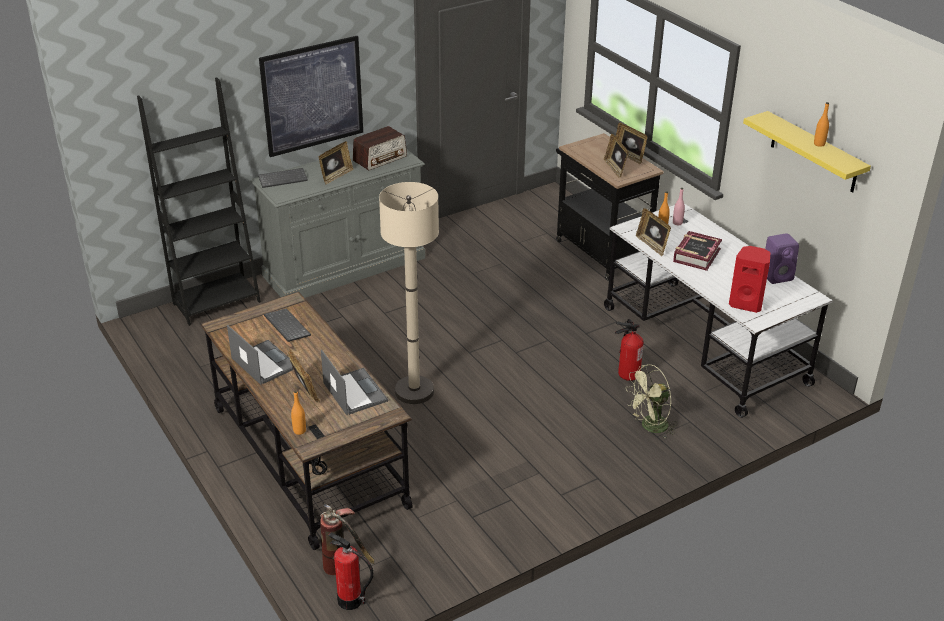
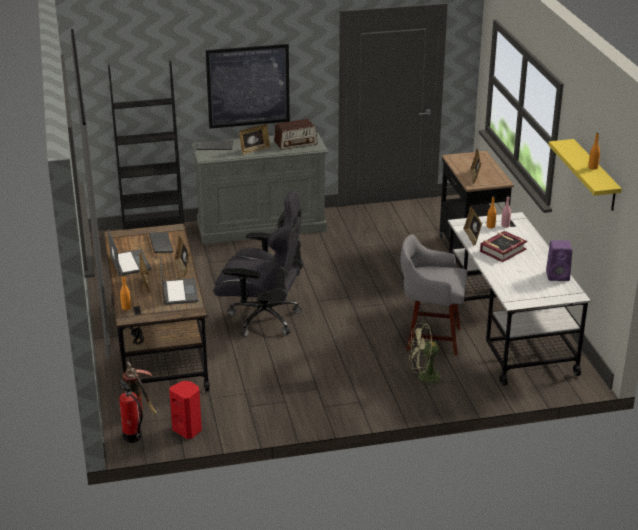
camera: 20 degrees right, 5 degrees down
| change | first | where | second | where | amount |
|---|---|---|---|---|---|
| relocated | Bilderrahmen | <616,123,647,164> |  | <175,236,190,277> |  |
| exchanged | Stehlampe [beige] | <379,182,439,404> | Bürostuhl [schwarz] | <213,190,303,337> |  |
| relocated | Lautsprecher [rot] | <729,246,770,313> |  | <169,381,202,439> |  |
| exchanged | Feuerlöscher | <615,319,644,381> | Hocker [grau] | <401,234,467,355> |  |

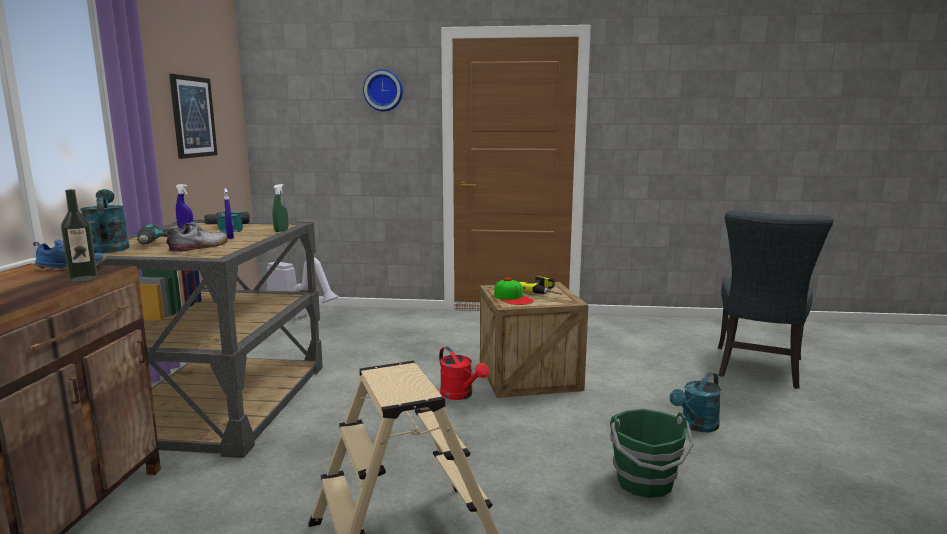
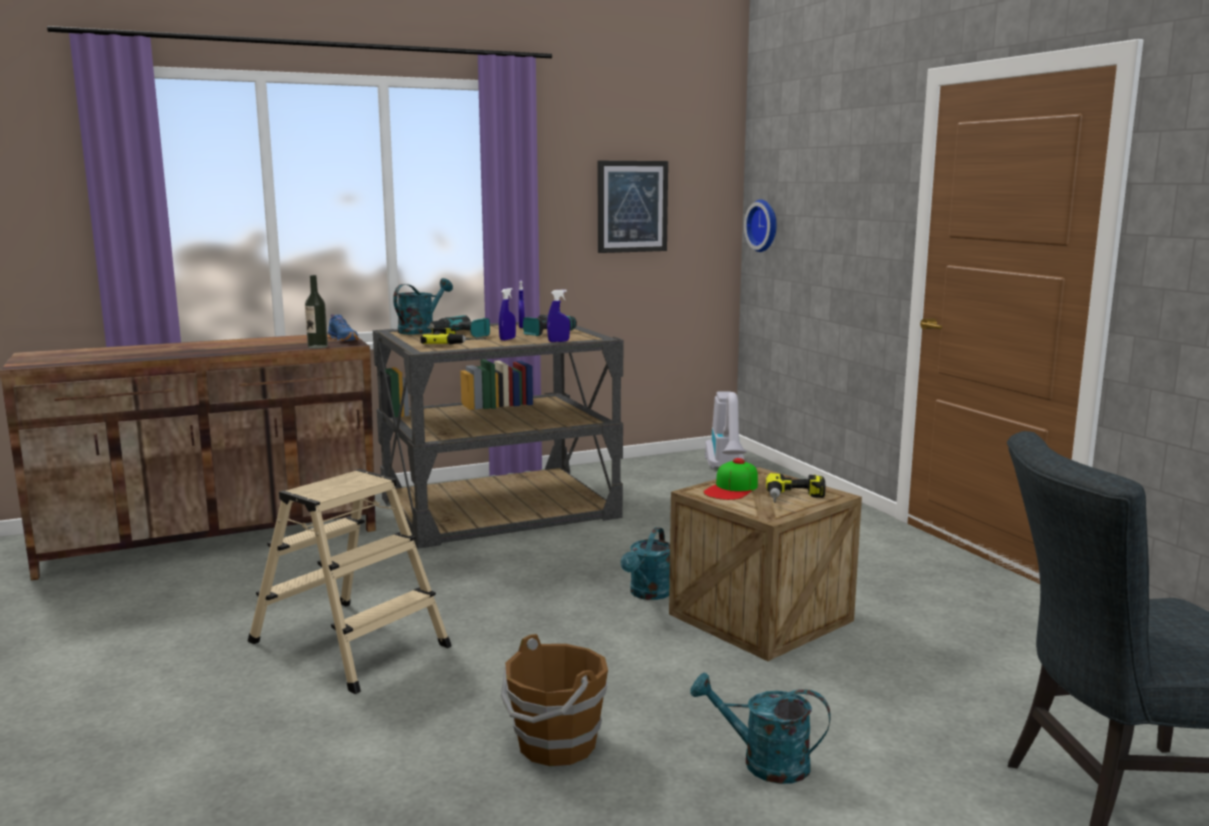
camera: 60 degrees right, 0 degrees up
| change | first | where | second | where | amount |
|---|---|---|---|---|---|
| relocated | Wanduhr | <363,69,403,111> |  | <744,200,777,252> |  |
| colour | Sprühflasche [grün] | <272,184,288,232> | Sprühflasche [blau] | <547,290,570,342> |  |
| exchanged | Schuh | <167,223,228,252> | Bohrmaschine | <420,328,486,345> |  |
| colour | Gießkanne [rot] | <439,347,489,400> | Gießkanne [türkis] | <621,527,670,600> |  |
| colour | Eimer [grün] | <610,409,694,498> | Eimer [braun] | <501,634,608,766> |  |

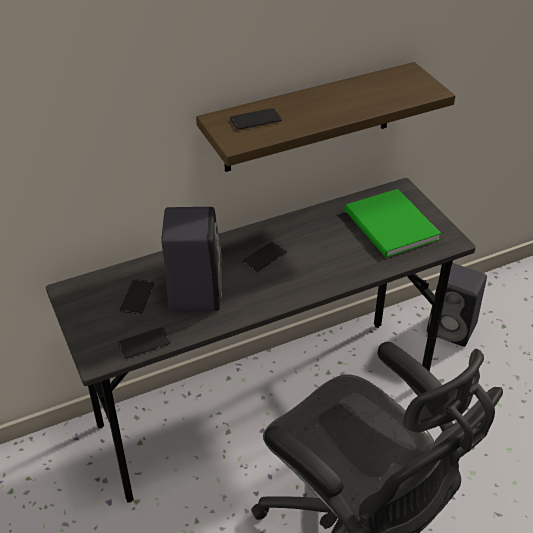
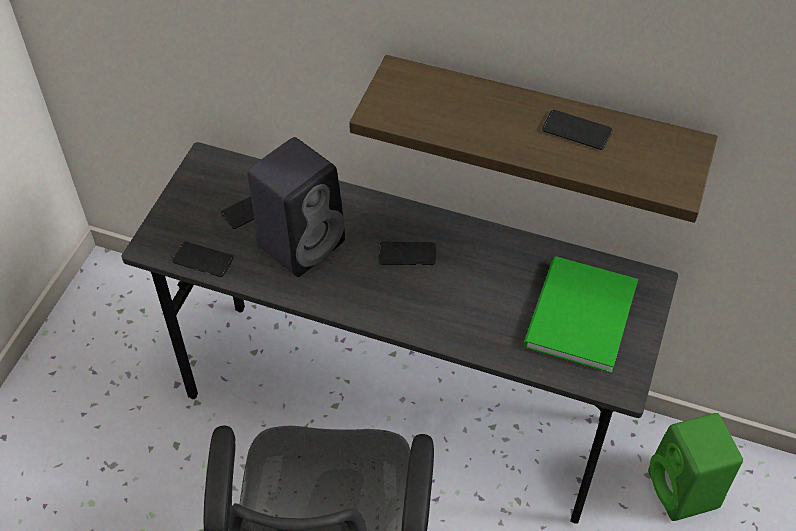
camera: 45 degrees right, 10 degrees up
| change | first | where | second | where | amount |
|---|---|---|---|---|---|
| relocated | Handy | <230,108,282,130> |  | <542,110,613,150> |  |
| colour | Lautsprecher [schwarz] | <427,263,487,347> | Lautsprecher [grün] | <648,413,743,521> |  |

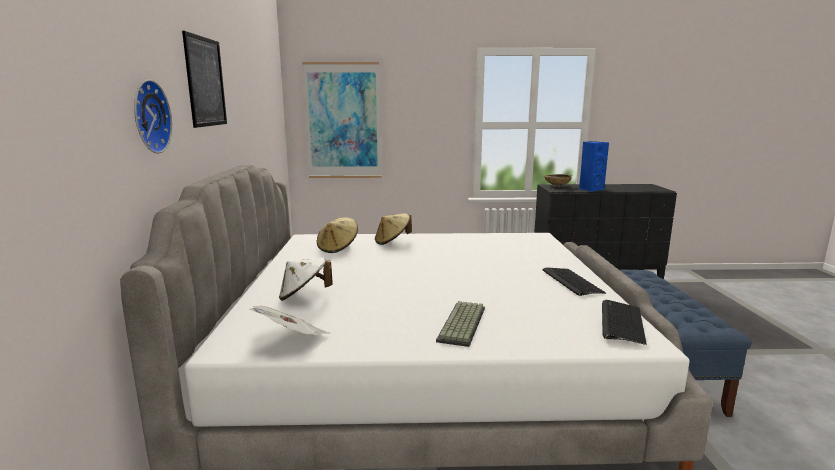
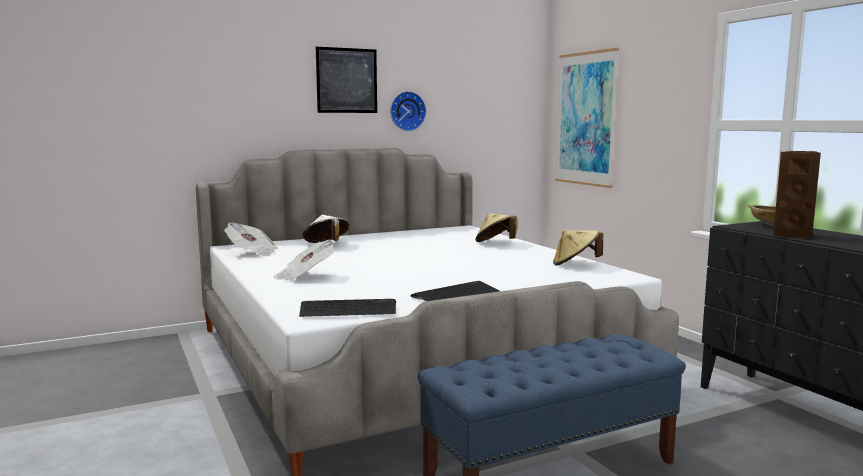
camera: 65 degrees right, 5 degrees down
| change | first | where | second | where | amount |
|---|---|---|---|---|---|
| relocated | Wanduhr | <134,79,172,153> |  | <390,91,426,131> |  |
| colour | Lautsprecher [blau] | <579,141,609,192> | Lautsprecher [braun] | <773,151,821,239> |  |
| relocated | Hut [beige] | <317,218,358,253> |  | <553,230,603,266> |  |
| exchanged | Tastatur | <436,301,485,347> | Zeitung | <274,240,335,280> |  |

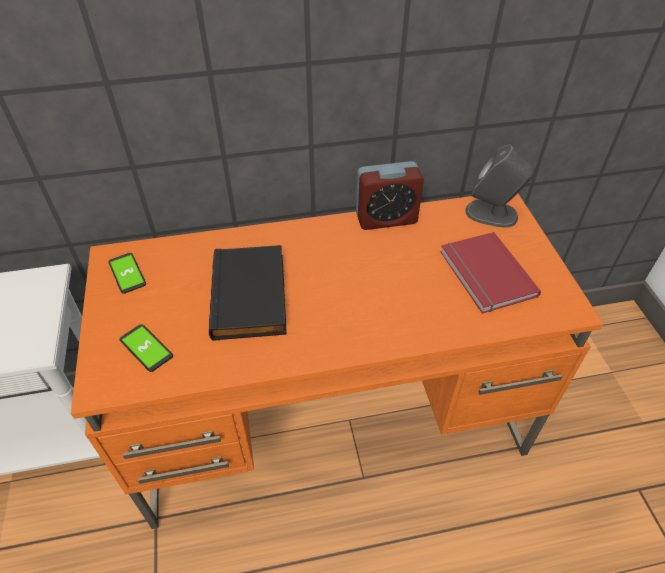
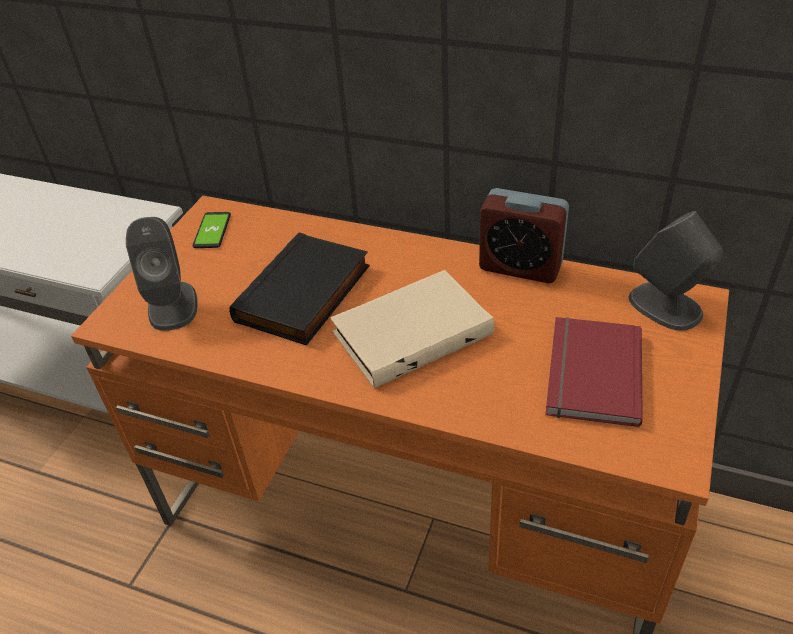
camera: 35 degrees right, 5 degrees down
| change | first | where | second | where | amount |
|---|---|---|---|---|---|
| exchanged | Handy | <120,324,173,372> | Lautsprecher [grau] | <126,217,198,331> |  |
| appeared |  |  | Buch [beige] | <330,270,494,388> |  |

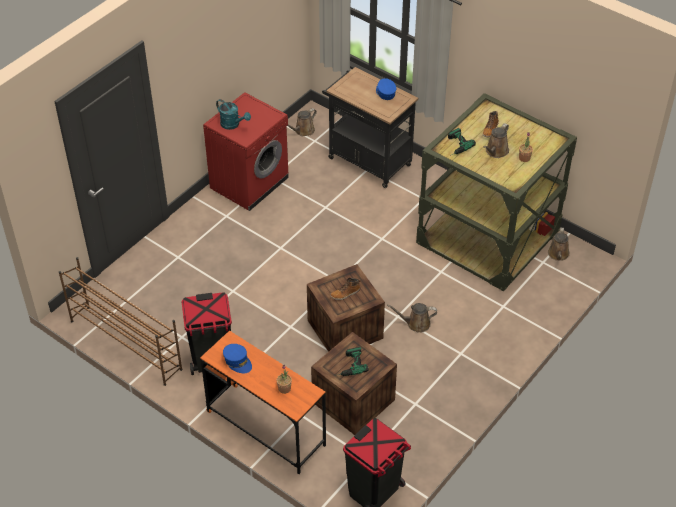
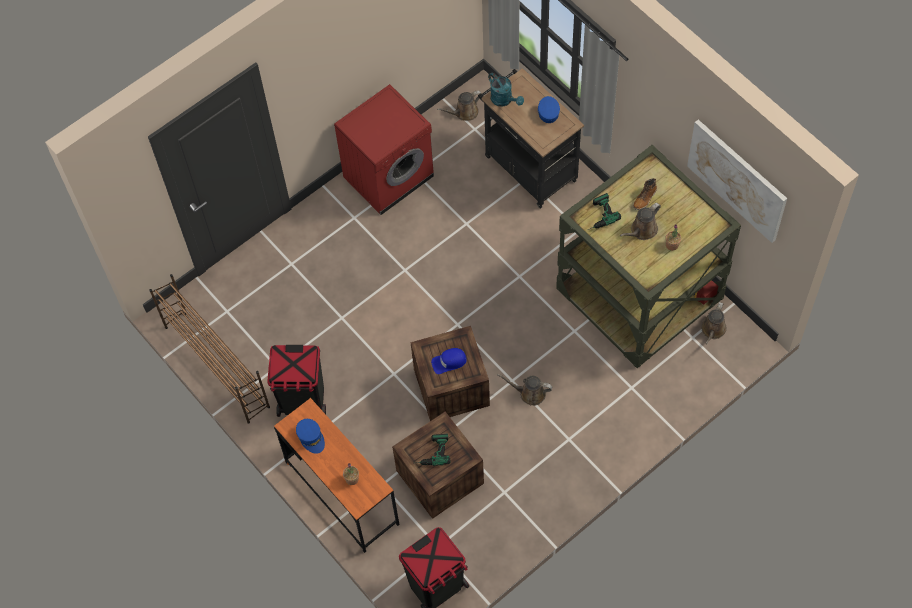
camera: 15 degrees right, 15 degrees up
| change | first | where | second | where | amount |
|---|---|---|---|---|---|
| relocated | Gießkanne [türkis] | <216,99,251,130> |  | <488,72,524,107> |  |
| exchanged | Stiefel | <330,278,360,300> | Kappe [blau] | <431,348,467,374> |  |
| appeared |  |  | Bild | <687,120,787,243> |  |

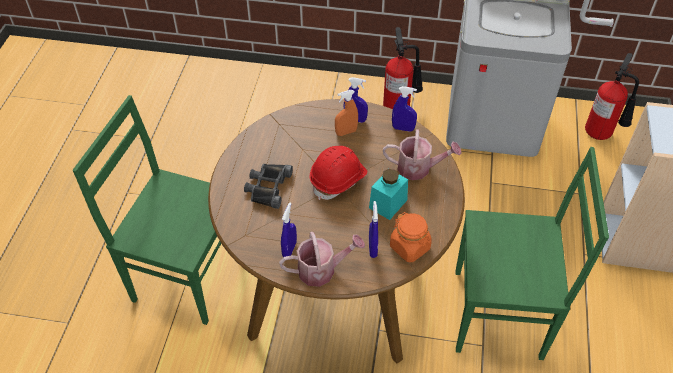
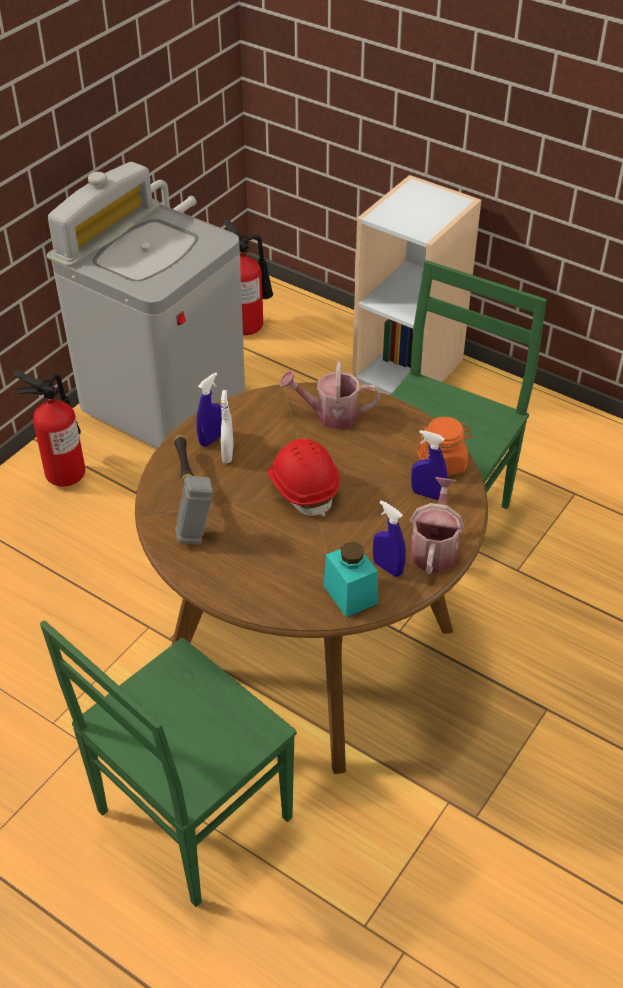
camera: 65 degrees left, 5 degrees down
| change | first | where | second | where | amount |
|---|---|---|---|---|---|
| missing | Sprühflasche [blau] | <392,86,417,132> |  |  |  |
| colour | Sprühflasche [orange] | <335,90,358,136> | Sprühflasche [weiß] | <221,390,233,463> |  |
| spun | Gießkanne | <383,129,462,180> |  | <279,361,381,429> | 120 degrees counterclockwise |
| missing | Fernglas [schwarz] | <244,164,293,209> |  |  |  |
| relocated | Vorratsglas [türkis] | <369,169,408,220> |  | <323,542,378,617> |  |
| appeared |  |  | Hammer | <174,435,213,544> |  |

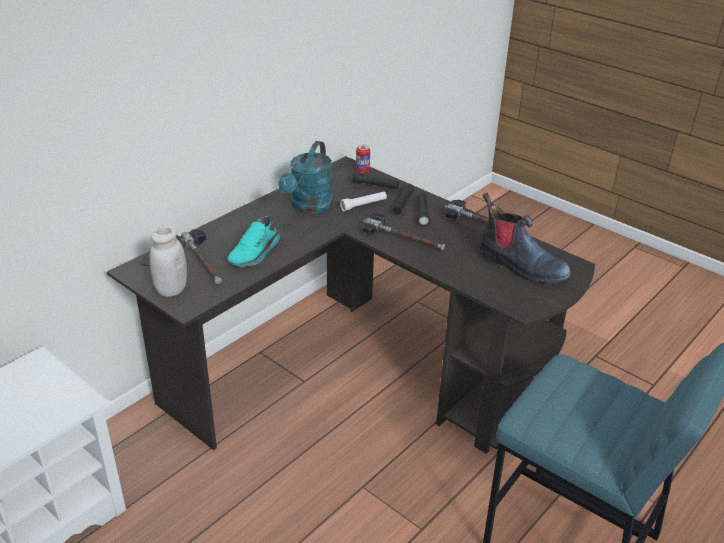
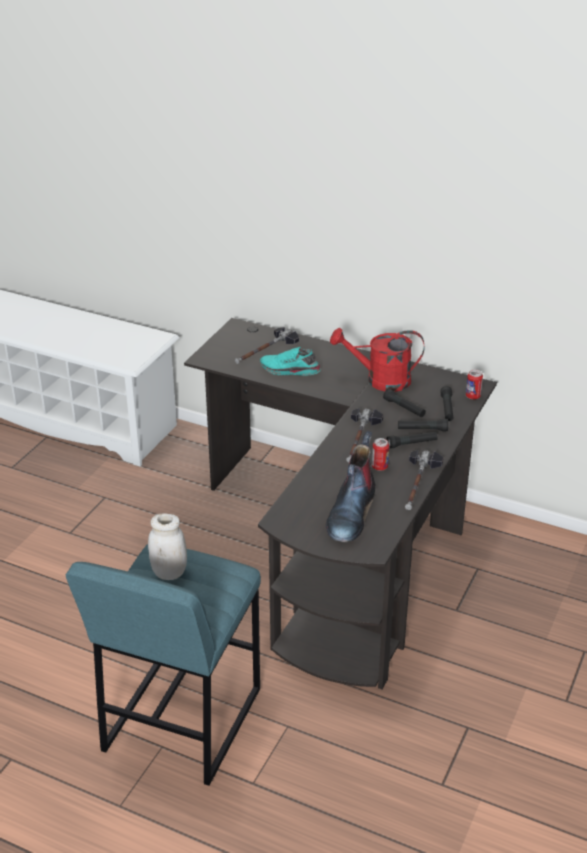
camera: 75 degrees right, 0 degrees up
| change | first | where | second | where | amount |
|---|---|---|---|---|---|
| colour | Gießkanne [türkis] | <278,141,333,214> | Gießkanne [rot] | <330,328,424,392> |  |
| colour | Taschenlampe [weiß] | <340,191,387,211> | Taschenlampe [schwarz] | <383,389,426,417> |  |
| relocated | Vorratsglas [weiß] | <149,225,187,297> |  | <148,513,187,580> |  |
| appeared |  |  | Dose | <372,438,389,471> |  |

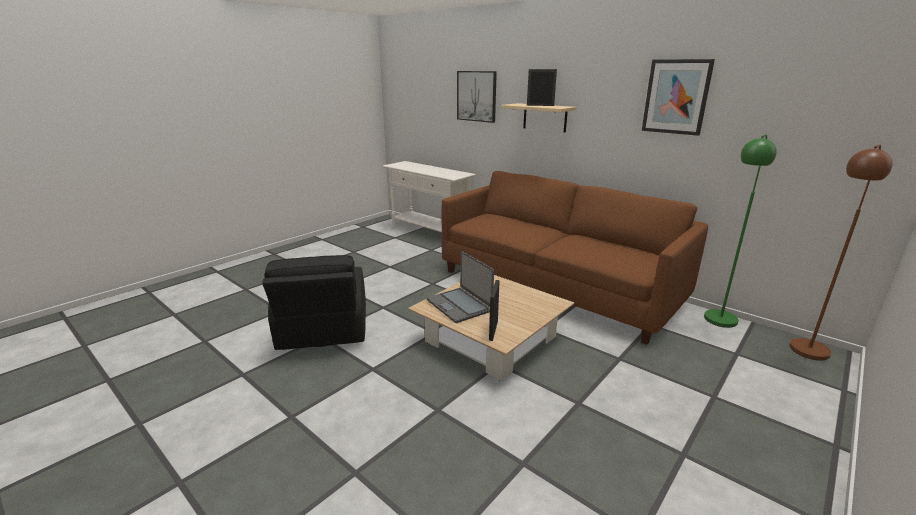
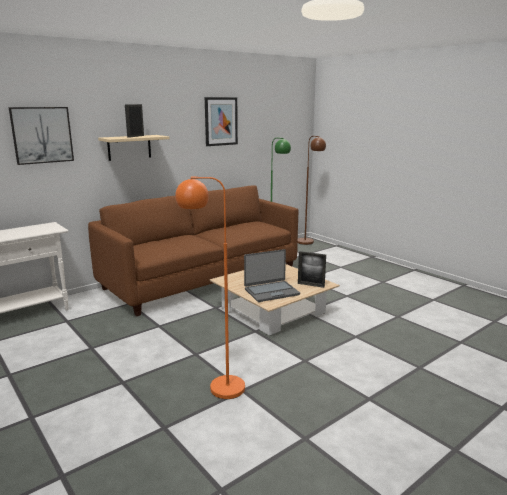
camera: 80 degrees left, 5 degrees down
| change | first | where | second | where | amount |
|---|---|---|---|---|---|
| exchanged | Sessel [schwarz] | <262,255,366,350> | Stehlampe [orange] | <175,177,245,399> |  |

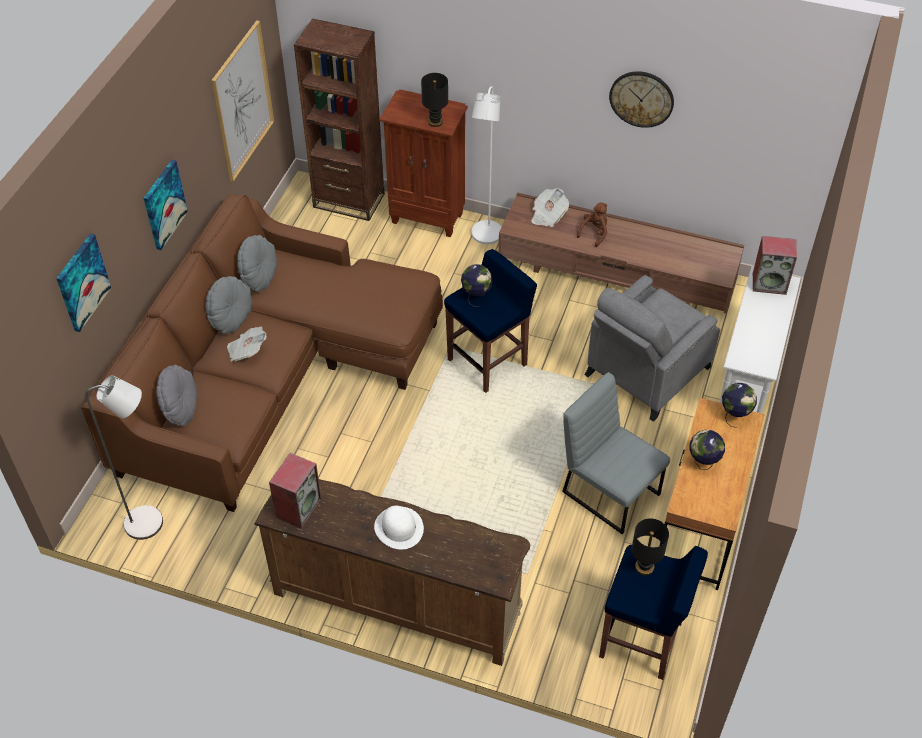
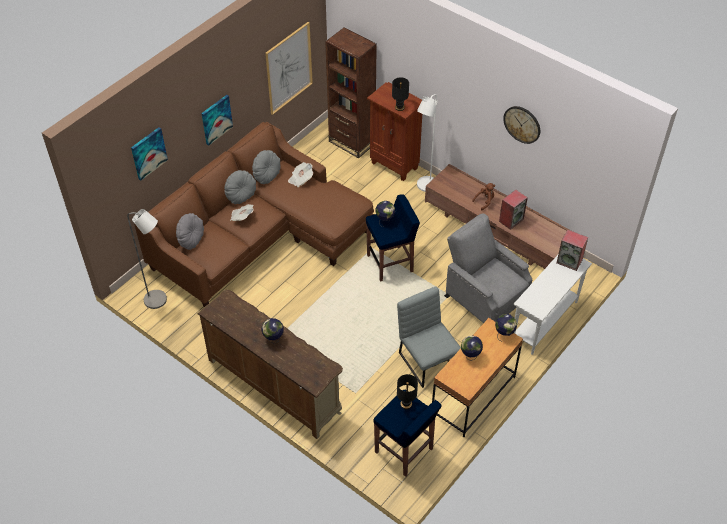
camera: 20 degrees right, 0 degrees up
| change | first | where | second | where | amount |
|---|---|---|---|---|---|
| relocated | Zeitung | <531,188,569,227> |  | <288,162,313,187> |  |
| spun | Sessel [grau] | <584,275,720,422> |  | <444,214,532,323> | 75 degrees clockwise |
| relocated | Lautsprecher | <269,453,322,529> |  | <499,190,528,230> |  |
| exchanged | Hut [weiß] | <374,506,424,549> | Globus | <262,318,284,343> |  |

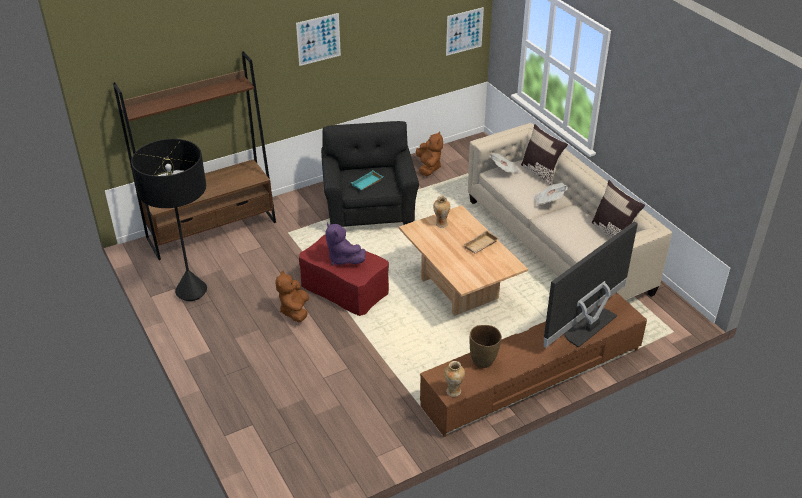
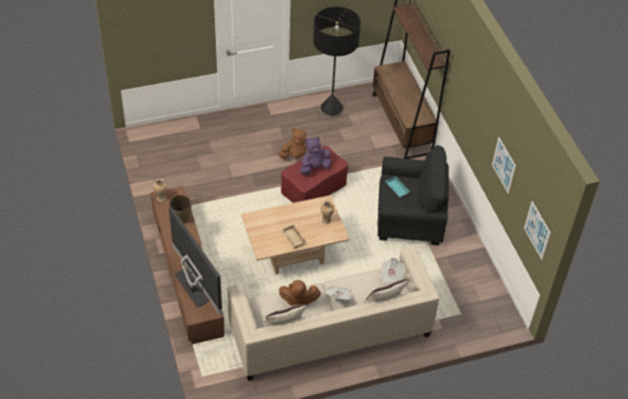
camera: 100 degrees right, 10 degrees up
| change | first | where | second | where | amount |
|---|---|---|---|---|---|
| relocated | Bild | <296,13,341,66> |  | <492,137,516,194> |  |
| relocated | Plüschtier [braun] | <416,131,443,176> |  | <279,280,321,306> |  |

